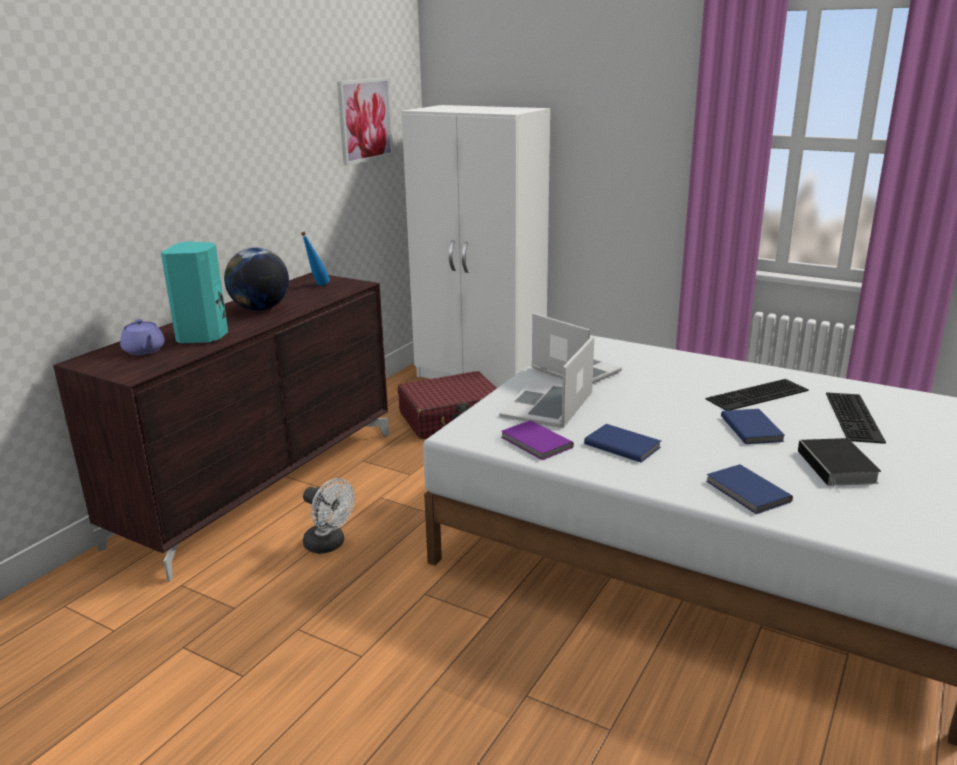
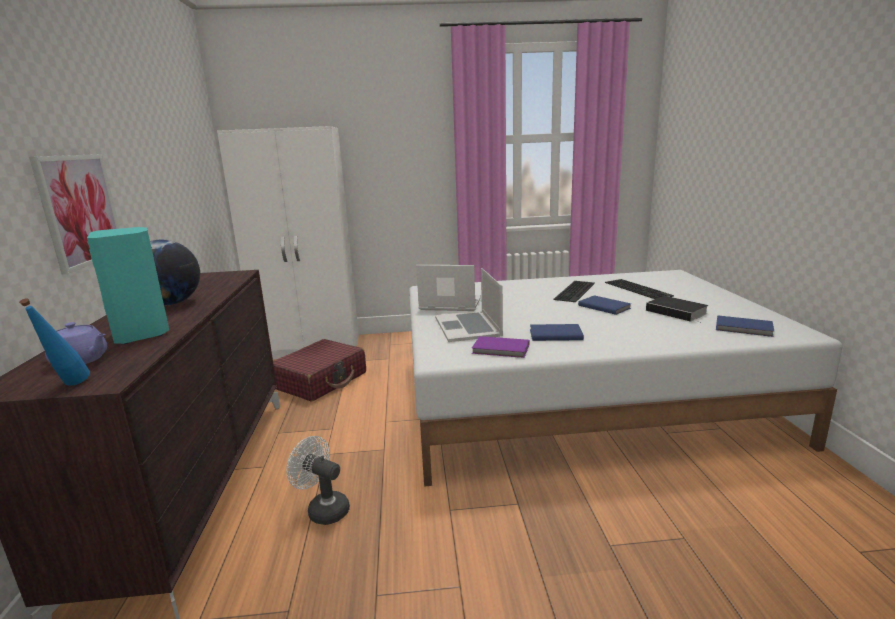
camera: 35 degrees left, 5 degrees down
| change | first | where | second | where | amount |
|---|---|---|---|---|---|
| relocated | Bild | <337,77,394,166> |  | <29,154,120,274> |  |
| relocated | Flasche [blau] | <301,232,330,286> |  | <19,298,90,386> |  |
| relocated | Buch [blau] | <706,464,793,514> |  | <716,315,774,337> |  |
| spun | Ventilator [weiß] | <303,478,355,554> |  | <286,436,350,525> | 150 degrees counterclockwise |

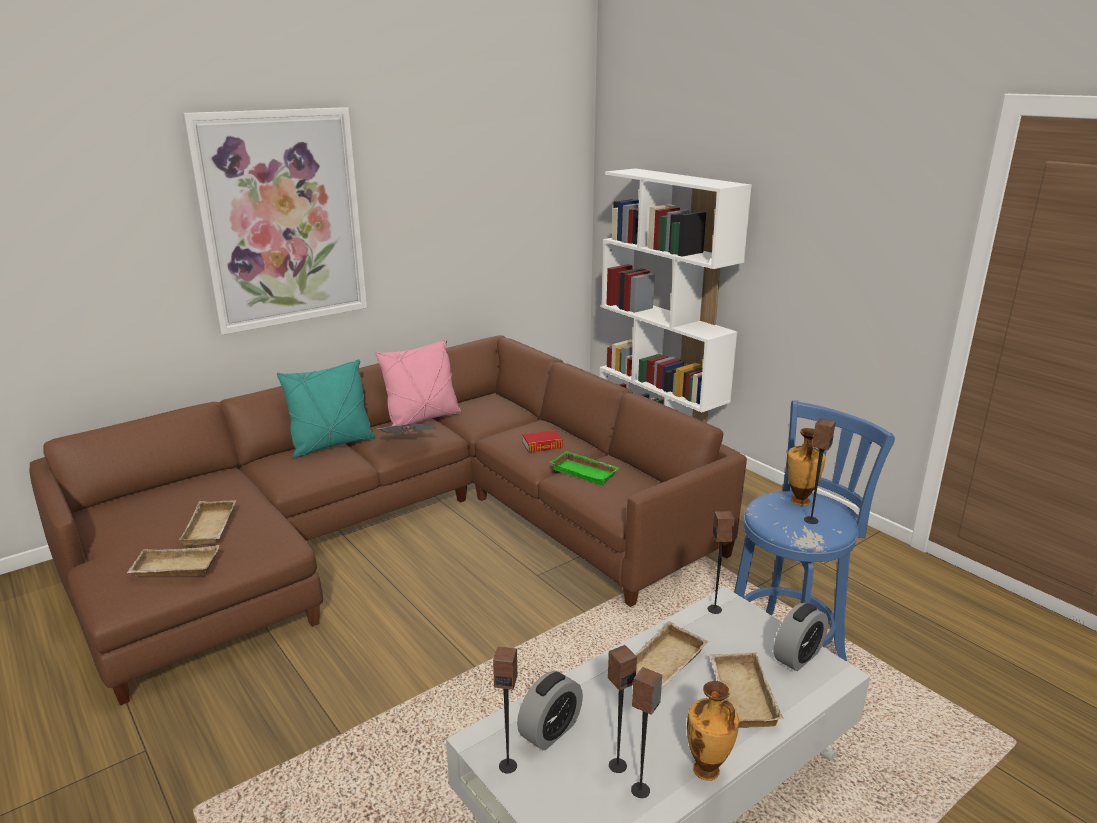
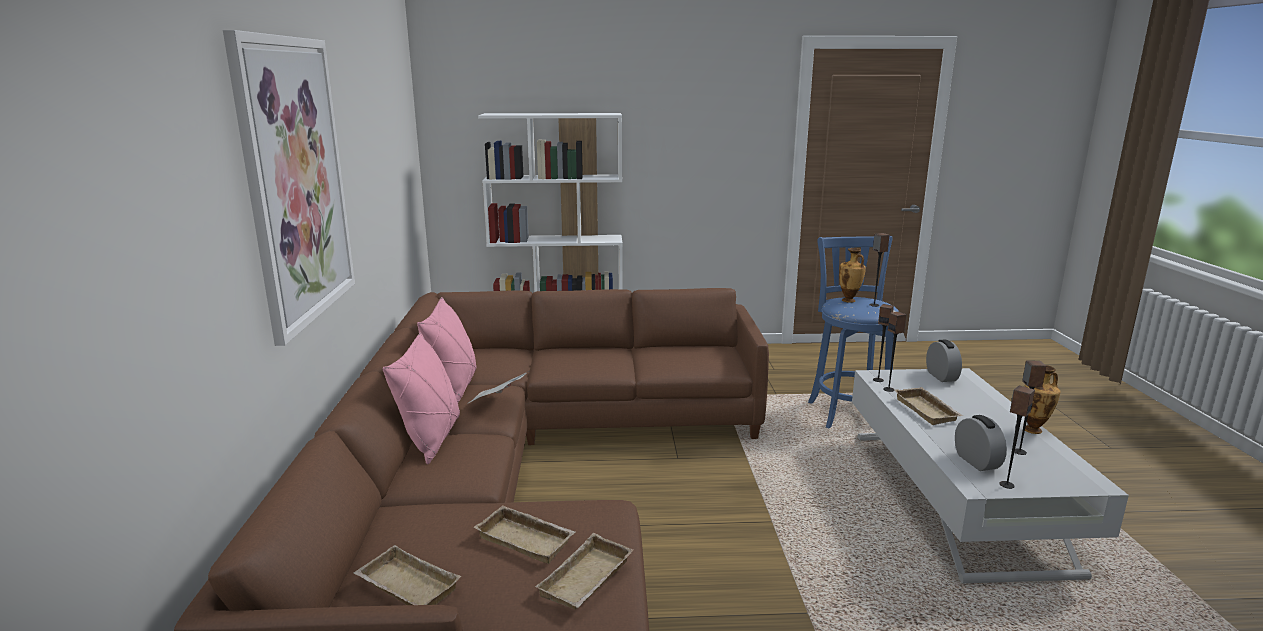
camera: 55 degrees left, 5 degrees down
| change | first | where | second | where | amount |
|---|---|---|---|---|---|
| colour | Kissen [türkis] | <277,359,376,459> | Kissen [rosa] | <383,332,460,464> |  |
| missing | Buch | <522,430,563,453> |  |  |  |
| missing | Tablett [grün] | <550,451,619,485> |  |  |  |
| relocated | Tablett [beige] | <709,652,784,728> |  | <353,545,461,605> |  |
| relocated | Lautsprecher | <631,667,662,798> |  | <883,311,907,392> |  |

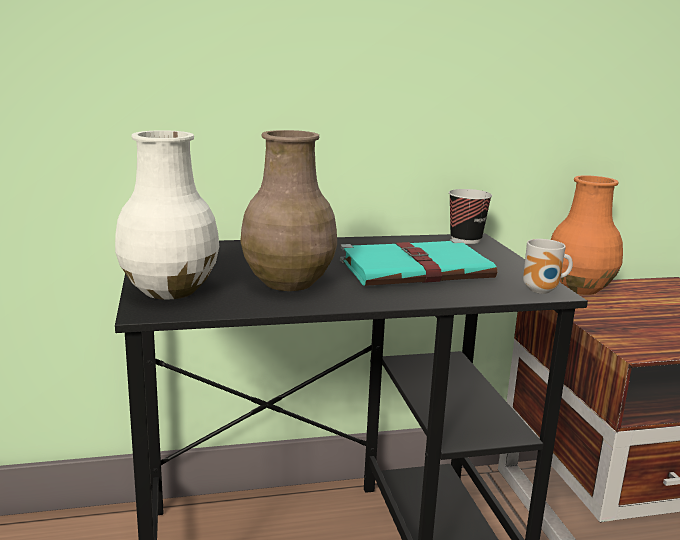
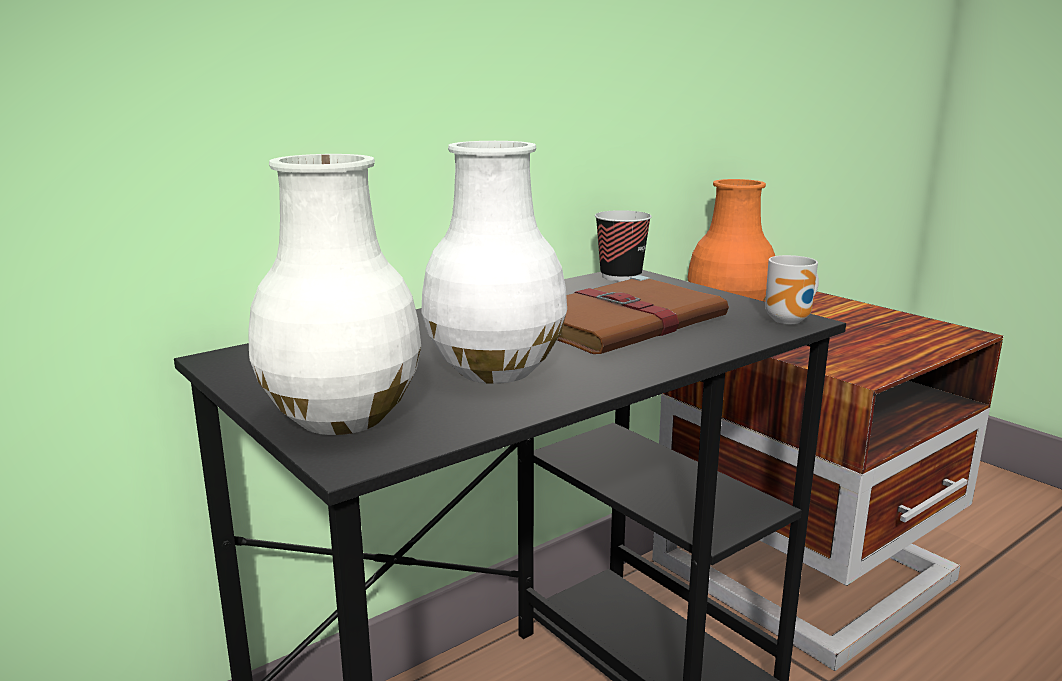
camera: 25 degrees left, 0 degrees up
| change | first | where | second | where | amount |
|---|---|---|---|---|---|
| colour | Vase [braun] | <240,130,337,291> | Vase [weiß] | <421,141,567,384> |  |
| colour | Buch [türkis] | <340,239,497,286> | Buch [braun] | <557,275,729,354> |  |

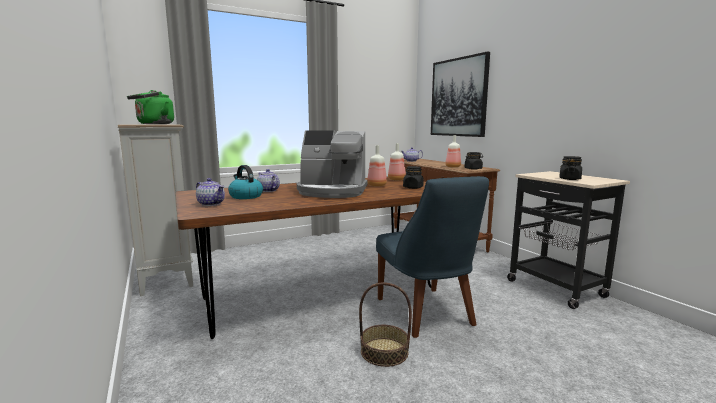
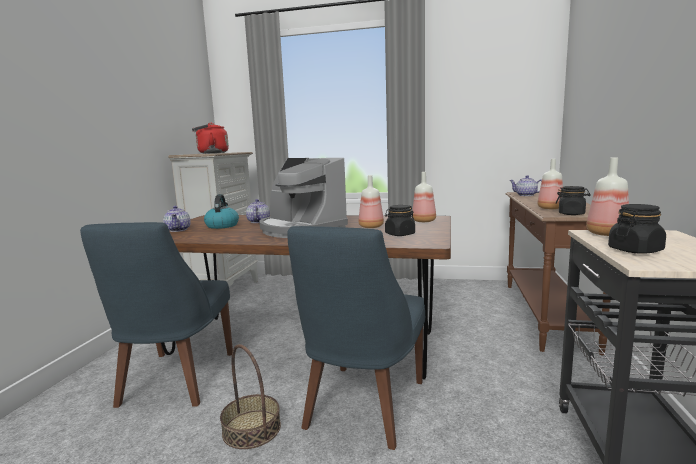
camera: 40 degrees right, 0 degrees up
| change | first | where | second | where | amount |
|---|---|---|---|---|---|
| missing | Bild | <431,52,490,137> |  |  |  |
| colour | Wasserkessel [grün] | <127,90,174,124> | Wasserkessel [rot] | <192,123,229,153> |  |
| appeared |  |  | Flasche | <586,157,629,236> |  |
| appeared |  |  | Stuhl [blau] | <80,222,233,408> |  |

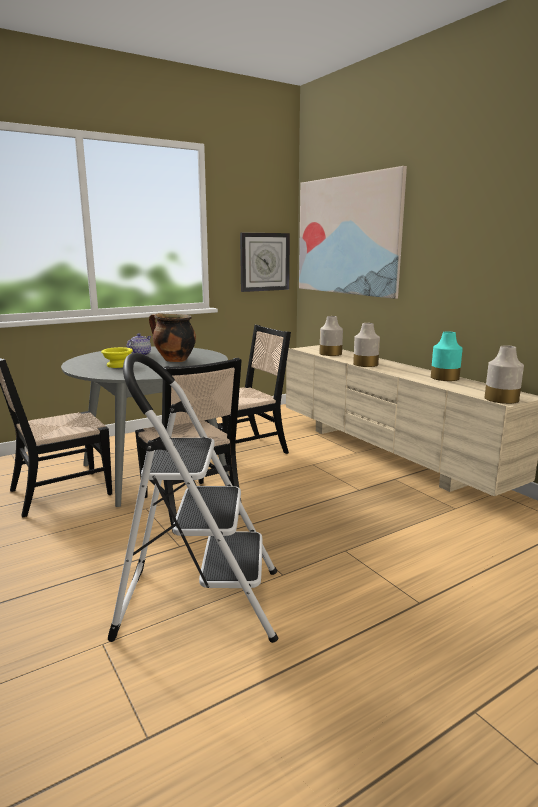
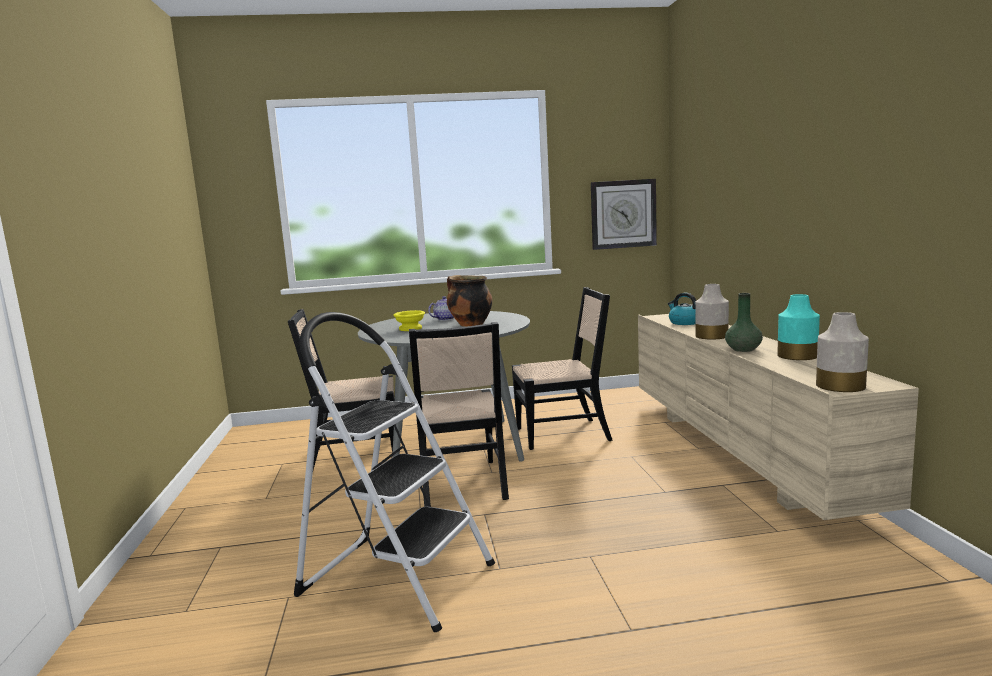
camera: 25 degrees right, 5 degrees down
| change | first | where | second | where | amount |
|---|---|---|---|---|---|
| missing | Bild | <299,166,407,299> |  |  |  |
| exchanged | Vase [beige] | <319,316,343,356> | Wasserkessel | <668,293,696,325> |  |
| appeared |  |  | Vase [grün] | <725,293,763,352> |  |

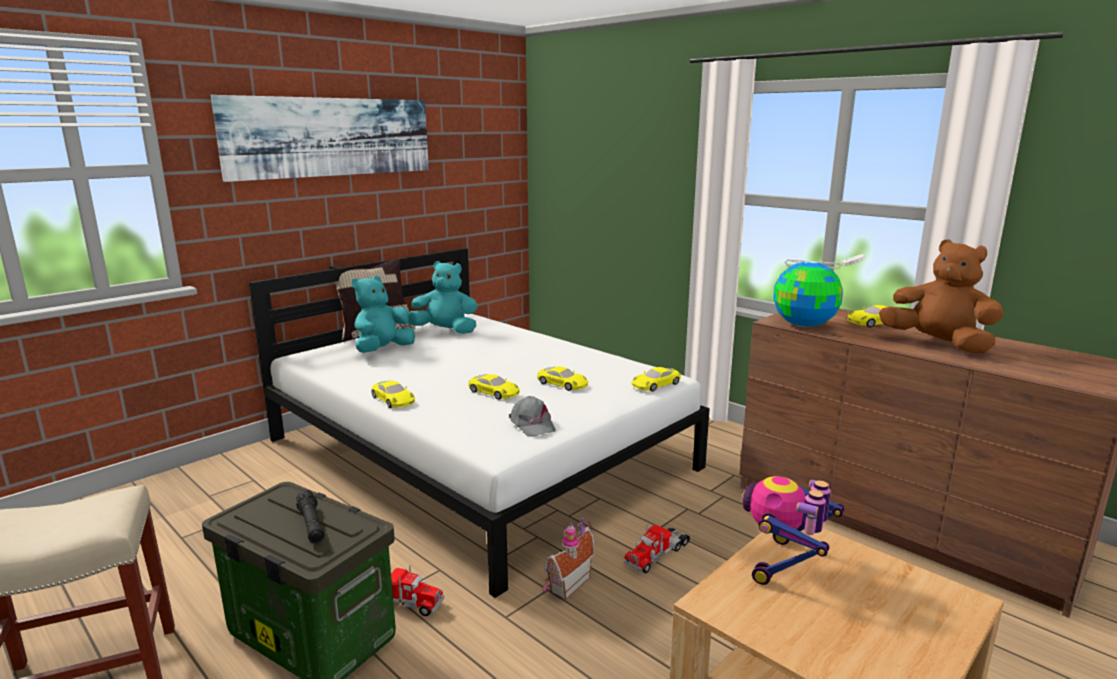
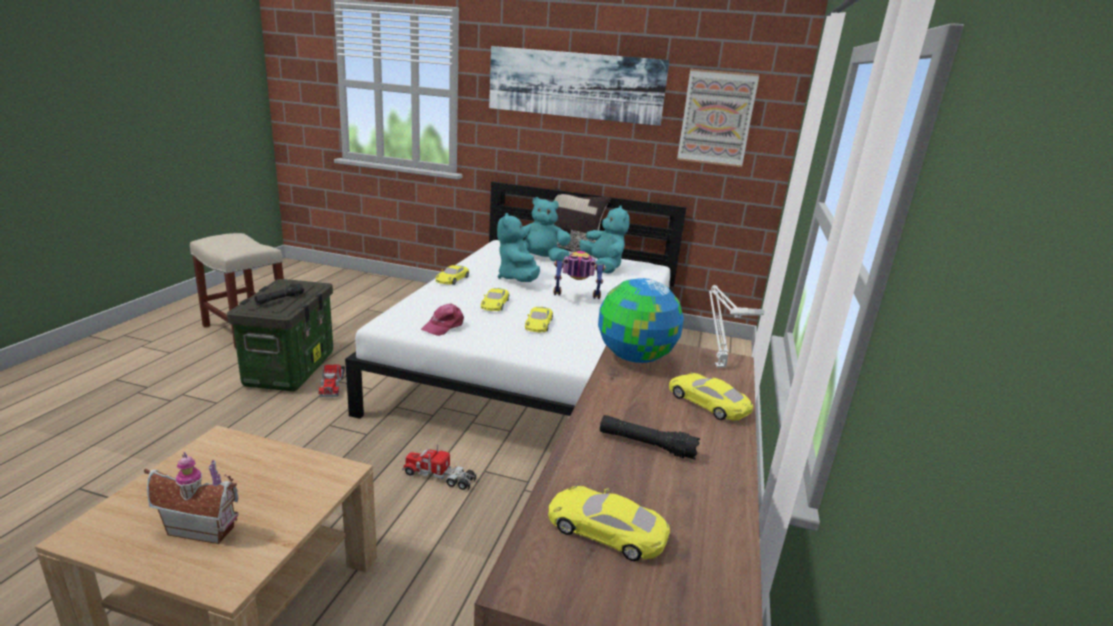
camera: 60 degrees right, 5 degrees up
| change | first | where | second | where | amount |
|---|---|---|---|---|---|
| exchanged | Plüschtier [braun] | <879,239,1004,353> | Taschenlampe [schwarz] | <600,415,700,460> |  |
| relocated | Spielzeugauto [gelb] | <632,367,681,392> |  | <548,486,670,561> |  |
| colour | Kappe [grau] | <509,396,556,436> | Kappe [rosa] | <421,303,464,336> |  |
| relocated | Spielzeugroboter | <742,476,845,585> |  | <553,251,606,299> |  |
| relocated | Spielzeughaus | <543,516,595,600> |  | <144,452,239,544> |  |
| appeared |  |  | Bild | <677,69,759,167> |  |
| appeared |  |  | Plüschtier [türkis] | <497,213,540,282> |  |

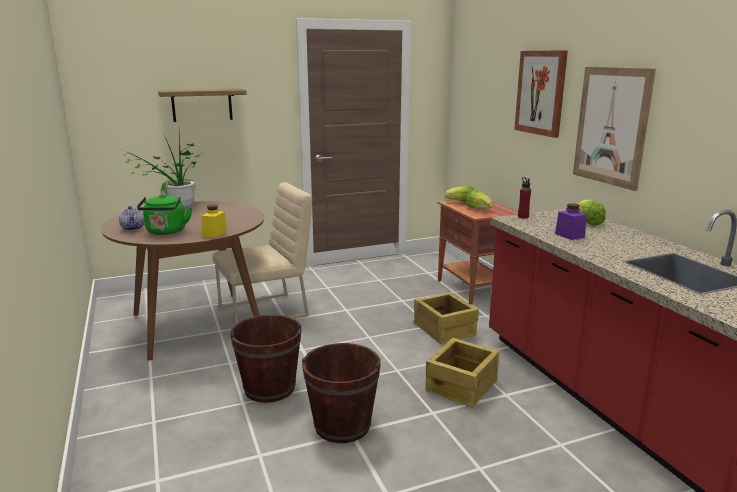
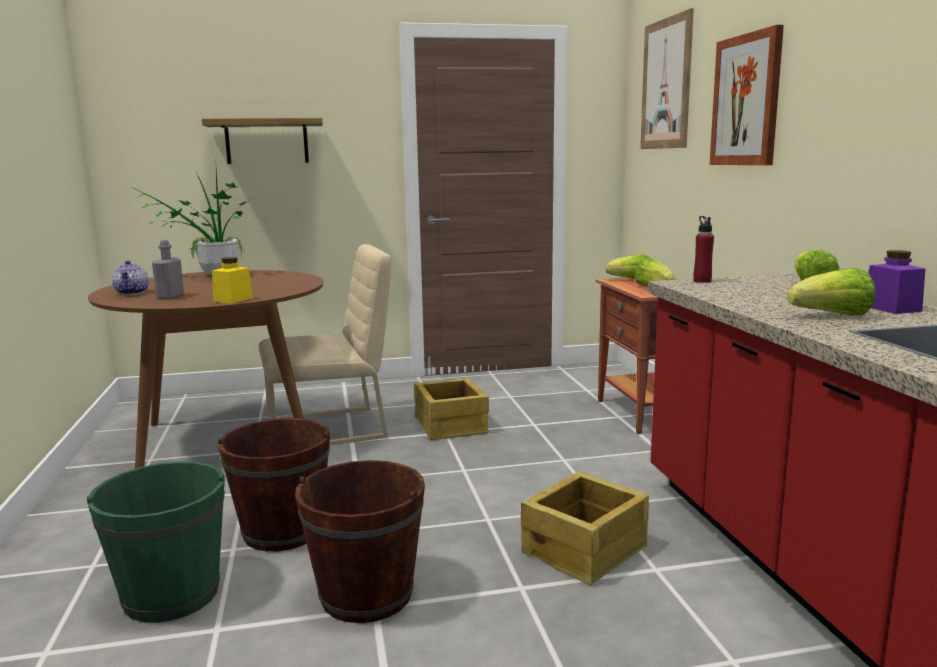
camera: 10 degrees right, 5 degrees down
| change | first | where | second | where | amount |
|---|---|---|---|---|---|
| relocated | Bild | <573,67,656,191> |  | <640,8,694,149> |  |
| exchanged | Wasserkessel [grün] | <137,194,192,235> | Flasche [grau] | <152,240,184,299> |  |
| relocated | Vorratsglas [lila] | <555,203,587,240> |  | <868,250,925,314> |  |
| relocated | Kiste | <413,292,479,344> |  | <414,378,489,440> |  |
| appeared |  |  | Salatkopf | <787,268,875,316> |  |
| appeared |  |  | Eimer [grün] | <87,461,225,623> |  |

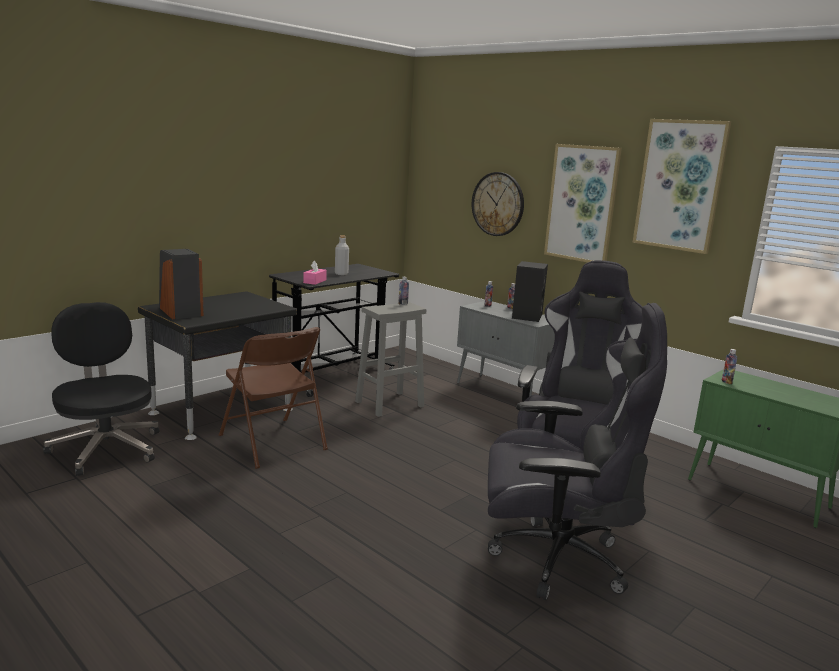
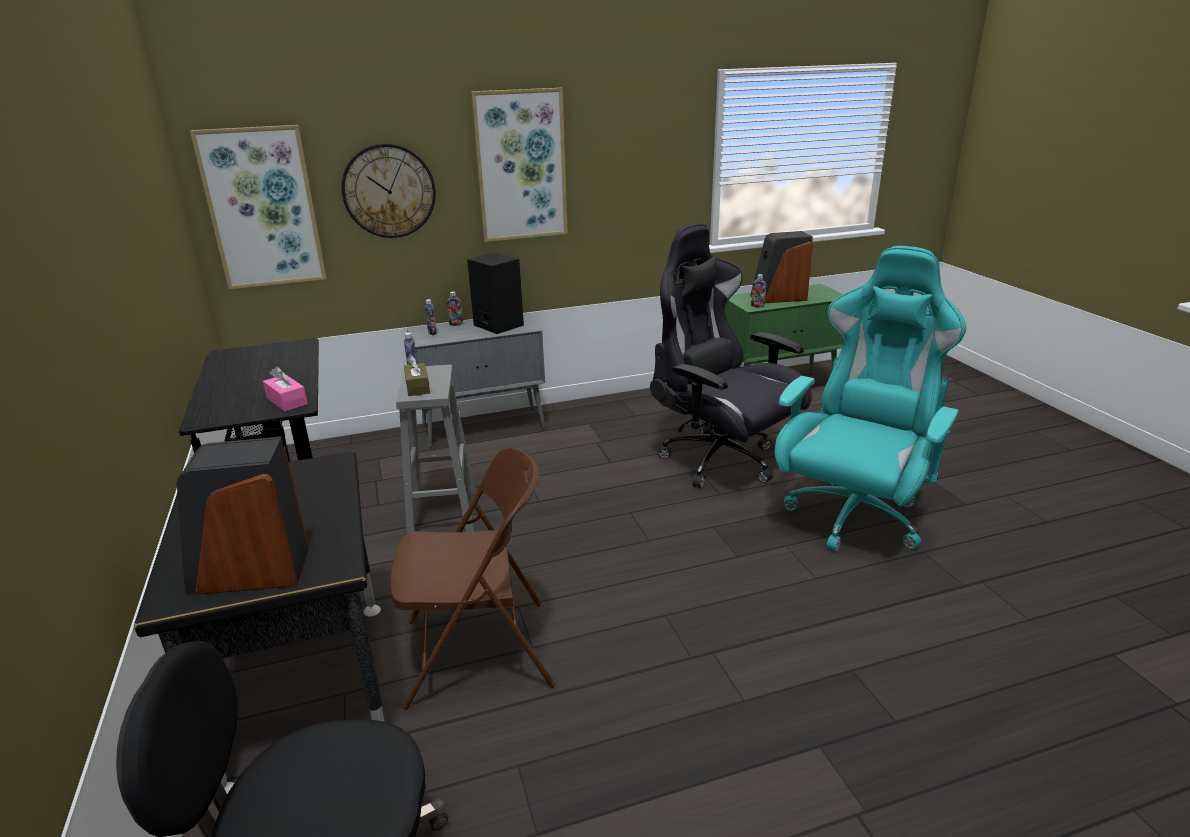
camera: 60 degrees left, 10 degrees up
| change | first | where | second | where | amount |
|---|---|---|---|---|---|
| relocated | Bild | <633,119,731,254> |  | <190,125,326,289> |  |
| missing | Flasche [grau] | <335,235,349,275> |  |  |  |
| colour | Bürostuhl [schwarz] | <488,303,667,600> | Bürostuhl [türkis] | <775,246,966,551> |  |
| appeared |  |  | Lautsprecher | <750,231,813,303> |  |
| appeared |  |  | Taschentuchbox [braun] | <404,355,430,396> |  |

